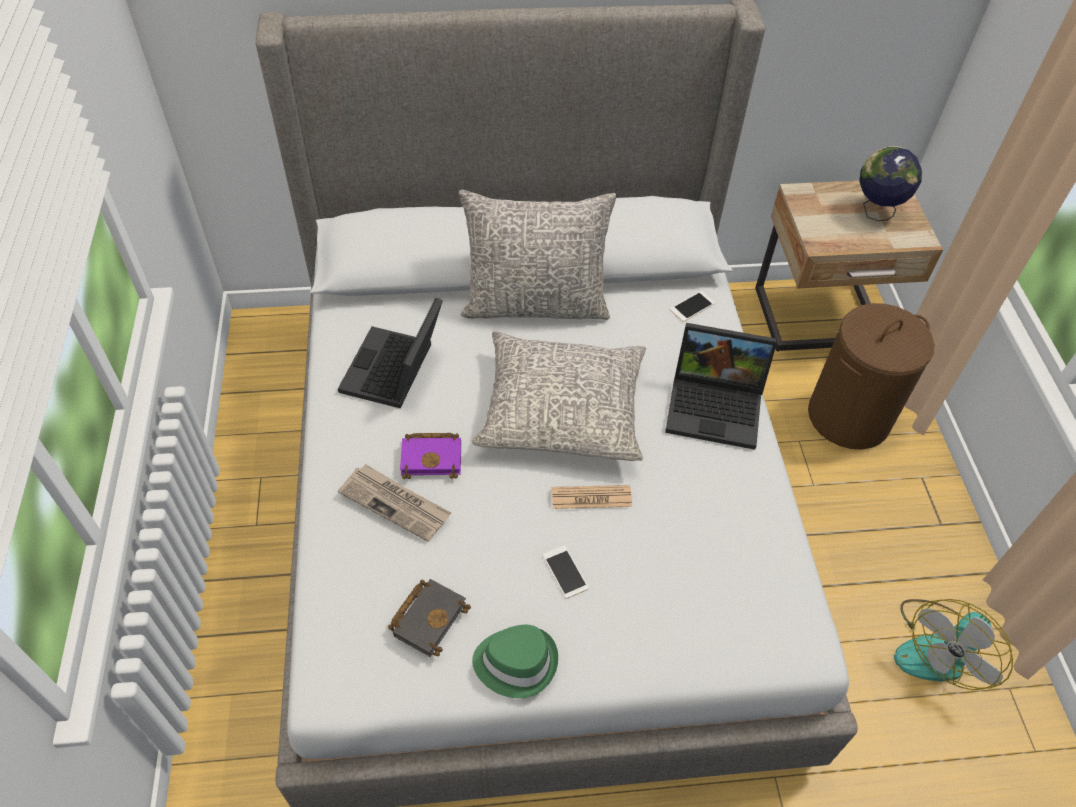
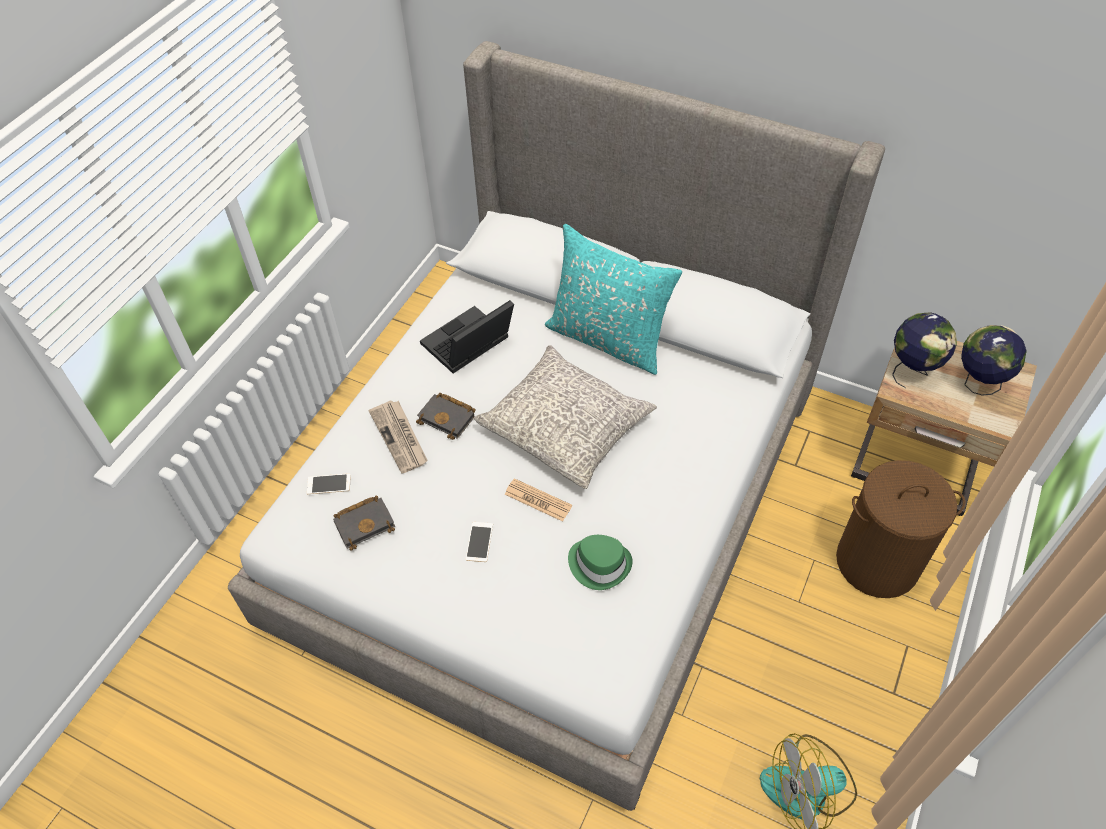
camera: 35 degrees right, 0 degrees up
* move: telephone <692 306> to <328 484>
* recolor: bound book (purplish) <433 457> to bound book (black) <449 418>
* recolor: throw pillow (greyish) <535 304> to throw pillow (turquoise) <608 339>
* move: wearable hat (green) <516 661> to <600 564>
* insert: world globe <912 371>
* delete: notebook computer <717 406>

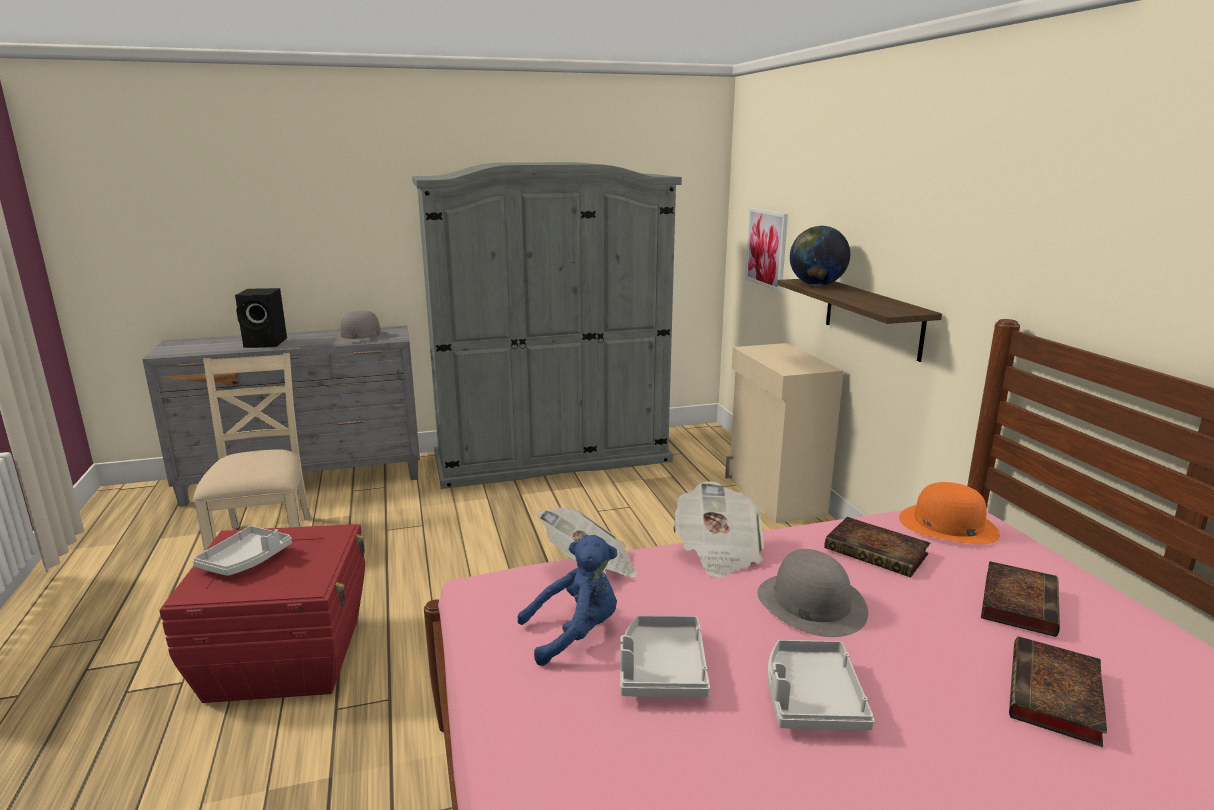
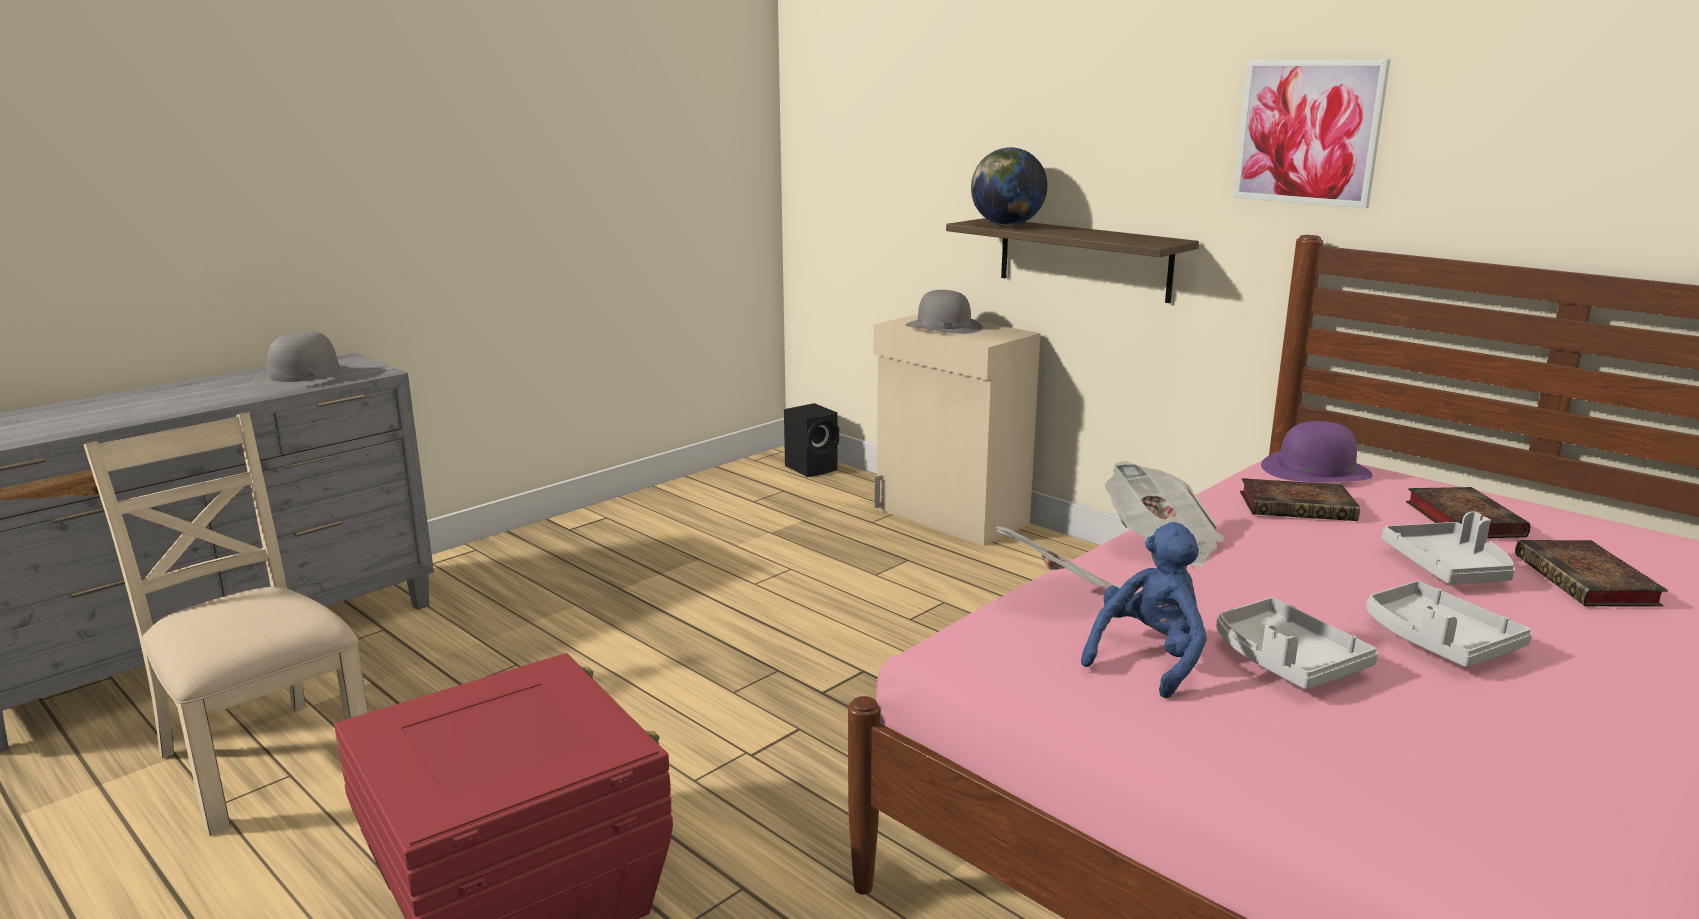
camera: 30 degrees left, 0 degrees up
* move: loudspeaker (black) <267 343> to <813 468>
* move: wearable hat (greyish) <810 603> to <943 326>
* move: wall art <766 248> to <1308 132>
* recolor: wearable hat (orange-coloured) <947 525> to wearable hat (purplish) <1315 470>
* move: tray (greyish) <246 561> to <1449 568>
* delete: armoire (greyish) <552 457>

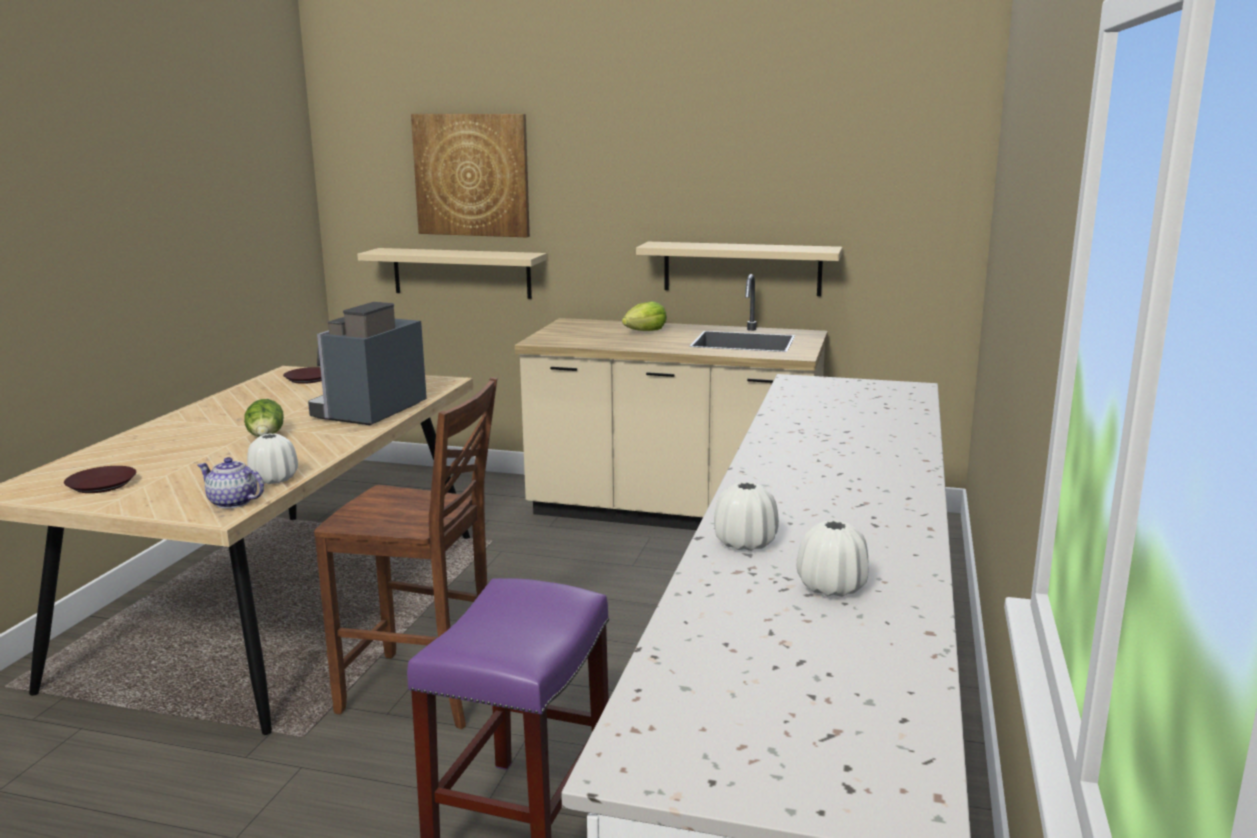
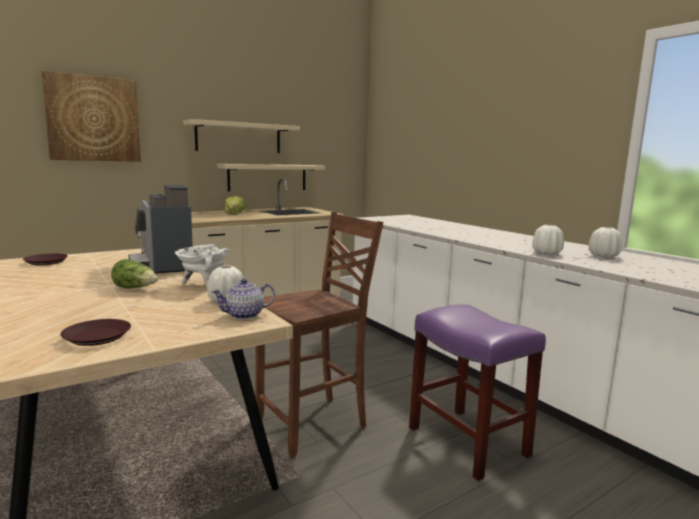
camera: 50 degrees left, 5 degrees down
* insert: stockpot (white-coloured) <203 285>
* move: bracket shelf (beige-coloured) <461 273> to <239 138>

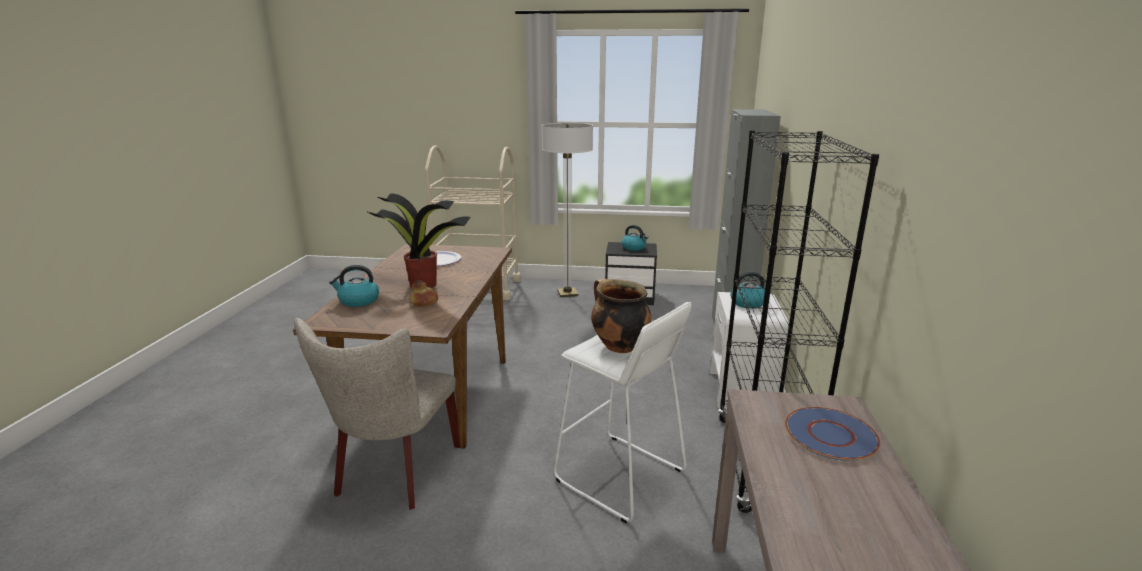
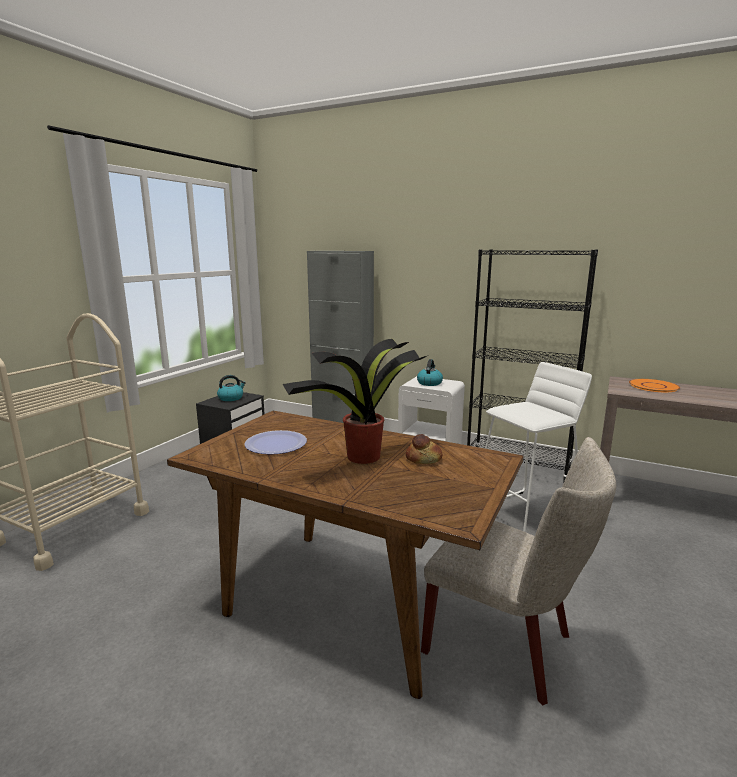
camera: 70 degrees left, 5 degrees down
* recolor: dinner plate (blue) <831 435> to dinner plate (orange-coloured) <653 386>
* delete: kettle <358 301>
* delete: floor lamp <567 293>
* delete: stockpot <618 346>

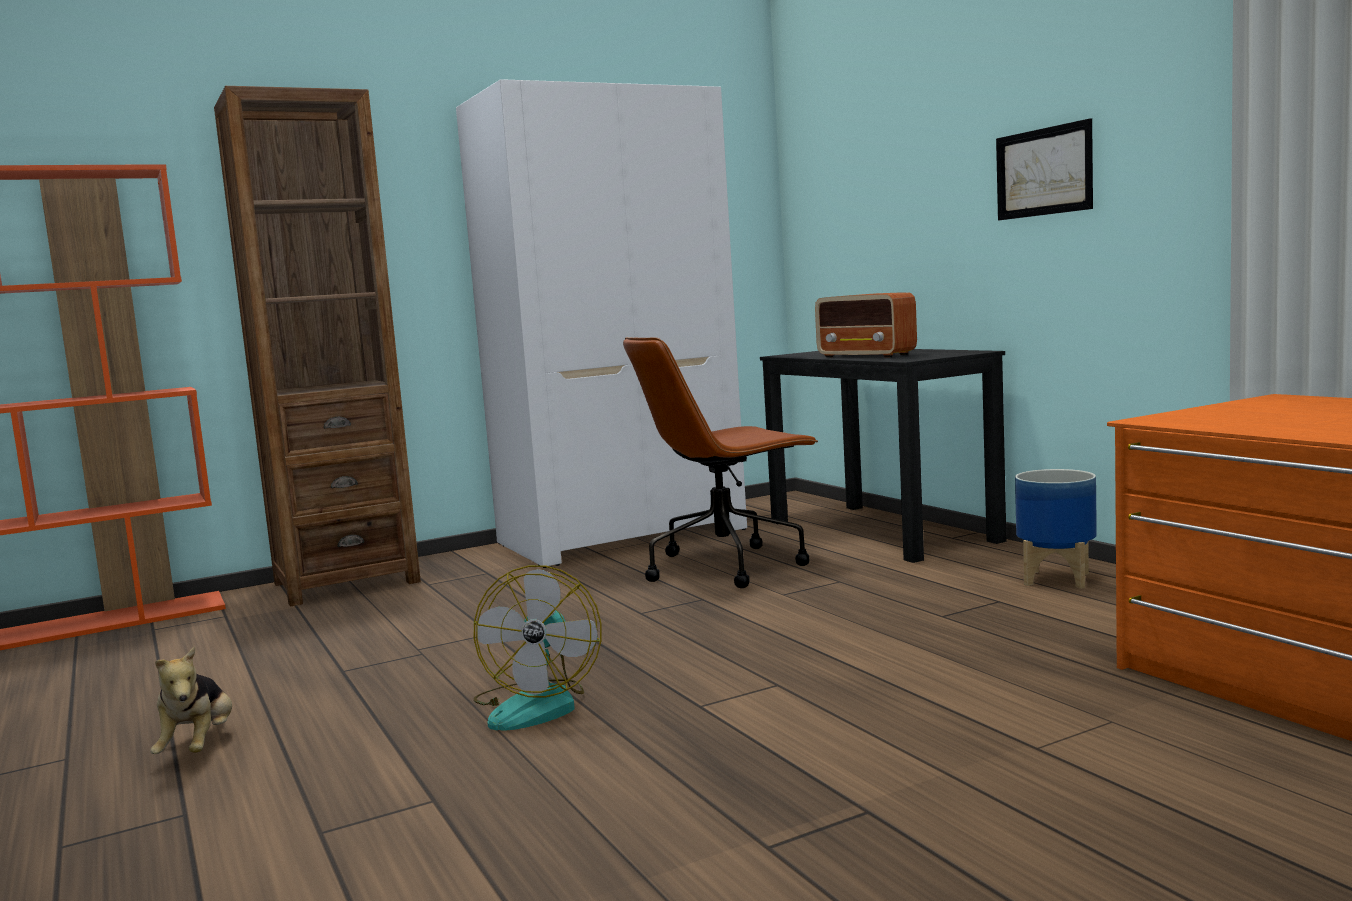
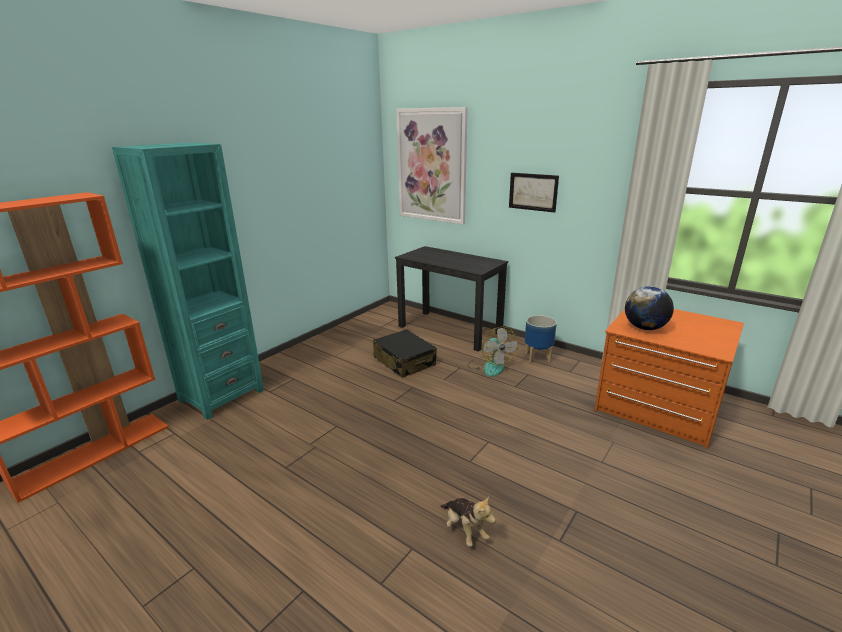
camera: 25 degrees left, 15 degrees up
* recolor: bookcase (brown-coloured) <346 582> to bookcase (turquoise) <221 395>
* replace: office chair (brown-coloured) <726 566> to travel case (black) <404 361>
* insert: wall art <431 166>
* move: plush toy <199 747> to <465 530>
* move: fan <538 704> to <490 366>
* insert: world globe <644 328>
* delete: armoire (white-coloured) <622 536>
* delete: radio <867 356>

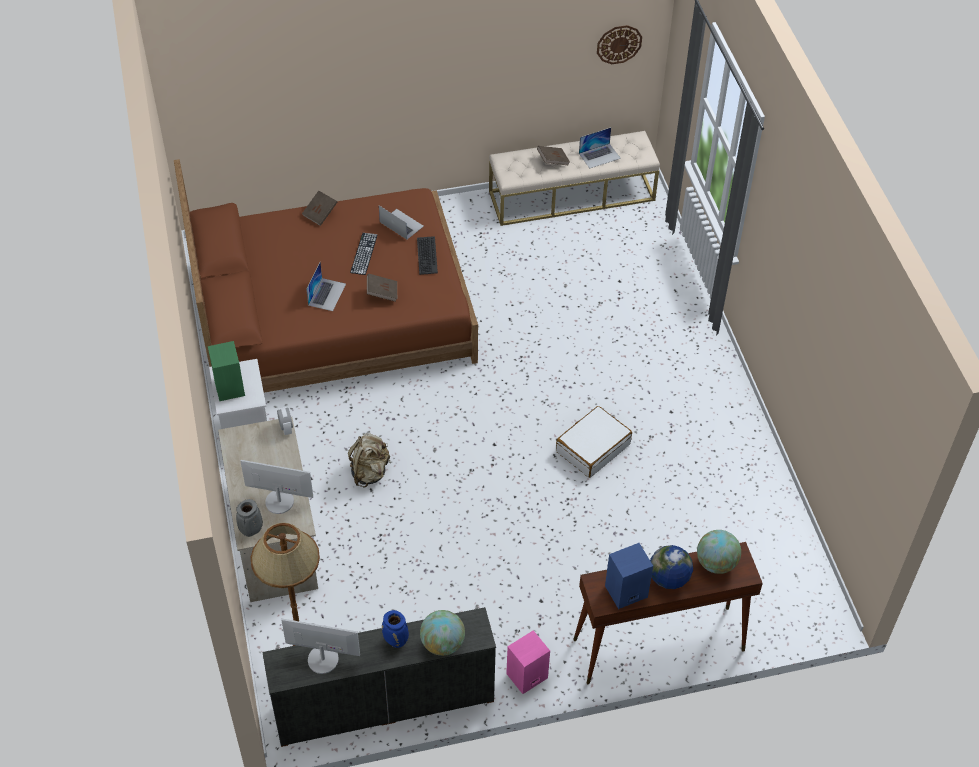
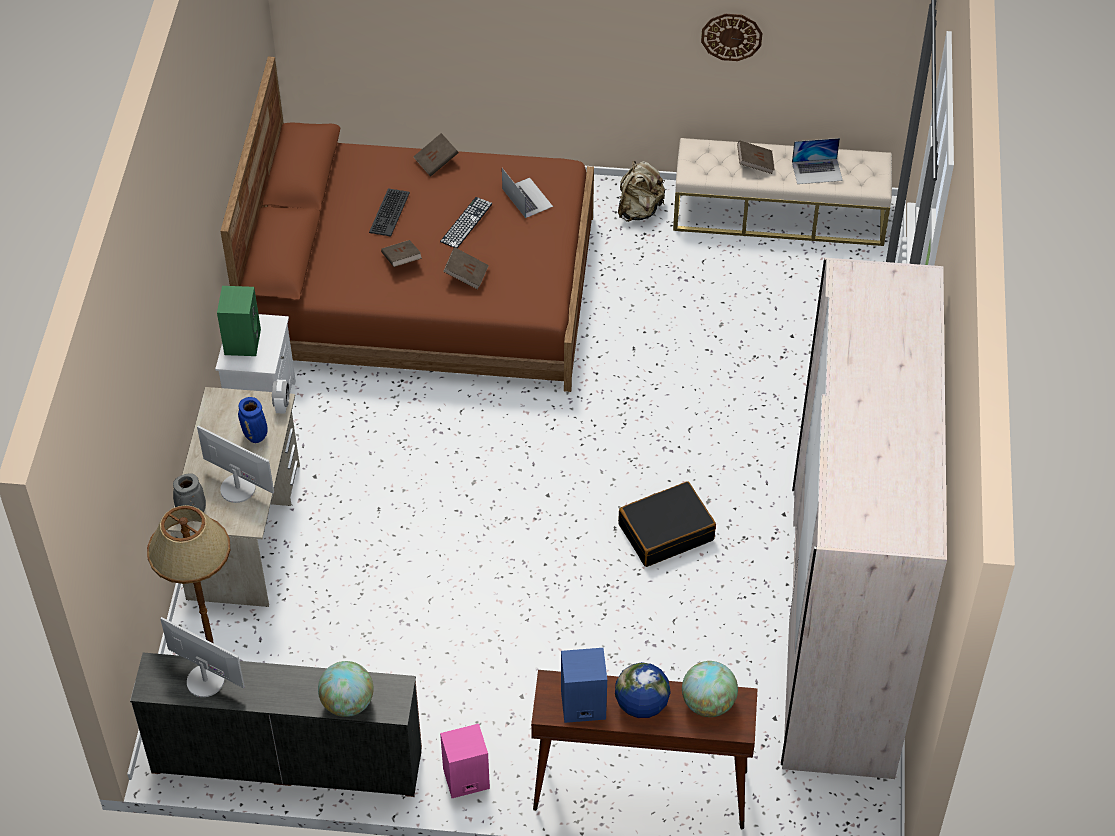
camera: 20 degrees right, 0 degrees up
* move: vase (blue) <396 641> to <256 436>
* move: computer keyboard <426 255> to <389 212>
* replace: notebook computer <327 294> to bound book (brown-coloured) <401 260>
* move: backpack (beige-coloured) <369 472> to <639 210>
* recolor: travel case (white-coloured) <592 448> to travel case (black) <666 532>
* move: hanging clock <619 44> to <731 36>
* insert: armoire (beige-coloured) <841 629>

